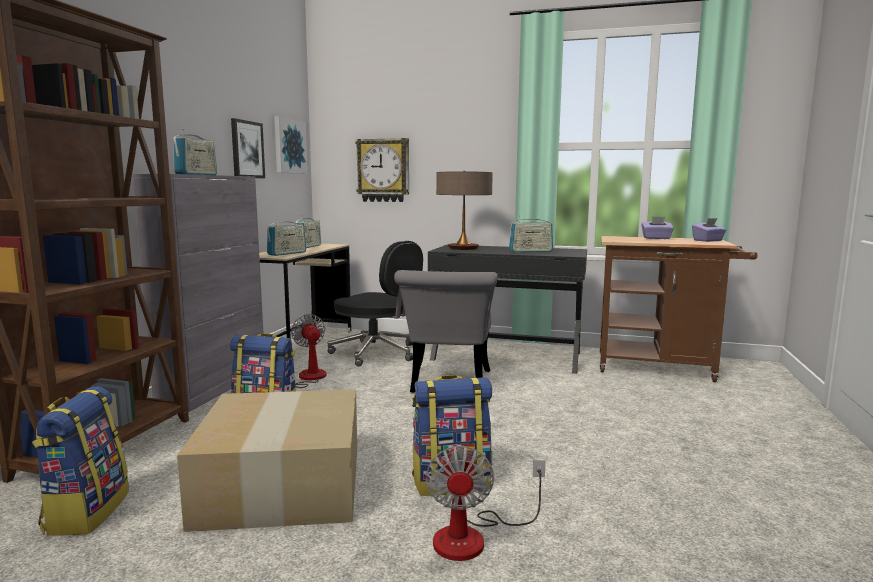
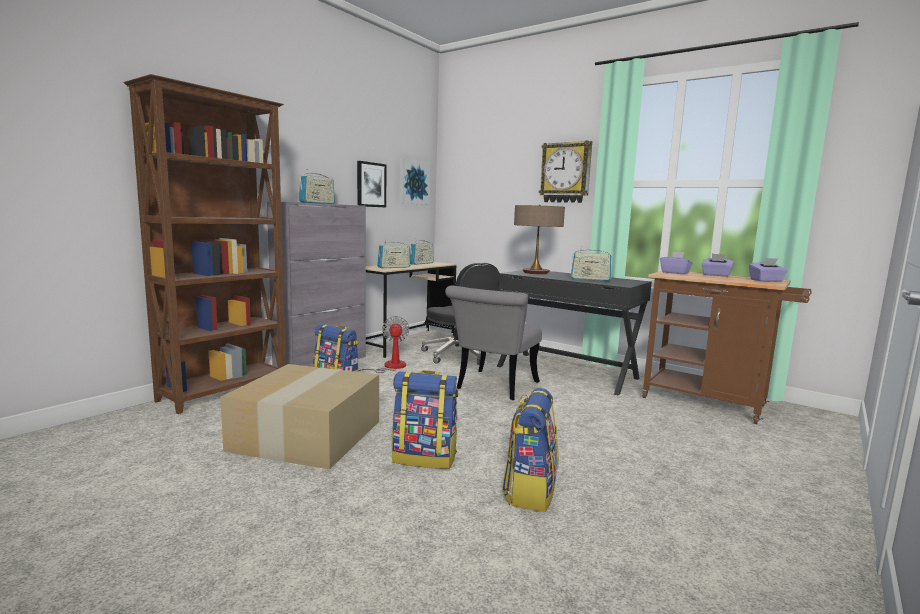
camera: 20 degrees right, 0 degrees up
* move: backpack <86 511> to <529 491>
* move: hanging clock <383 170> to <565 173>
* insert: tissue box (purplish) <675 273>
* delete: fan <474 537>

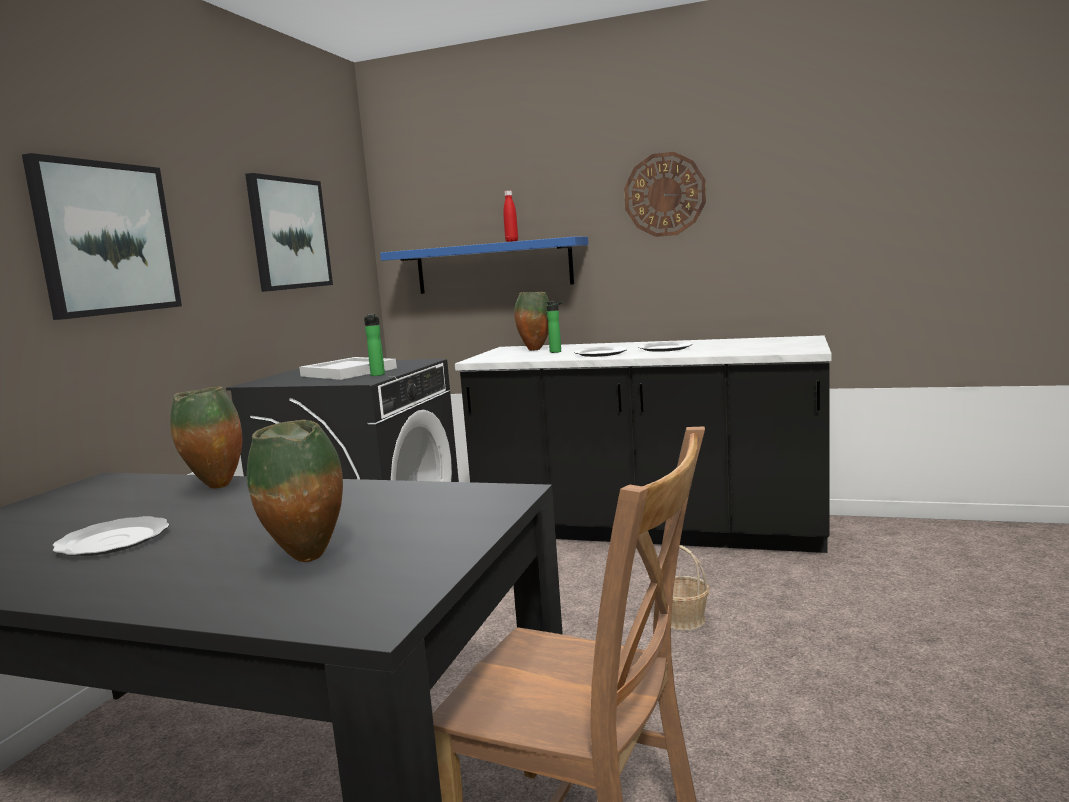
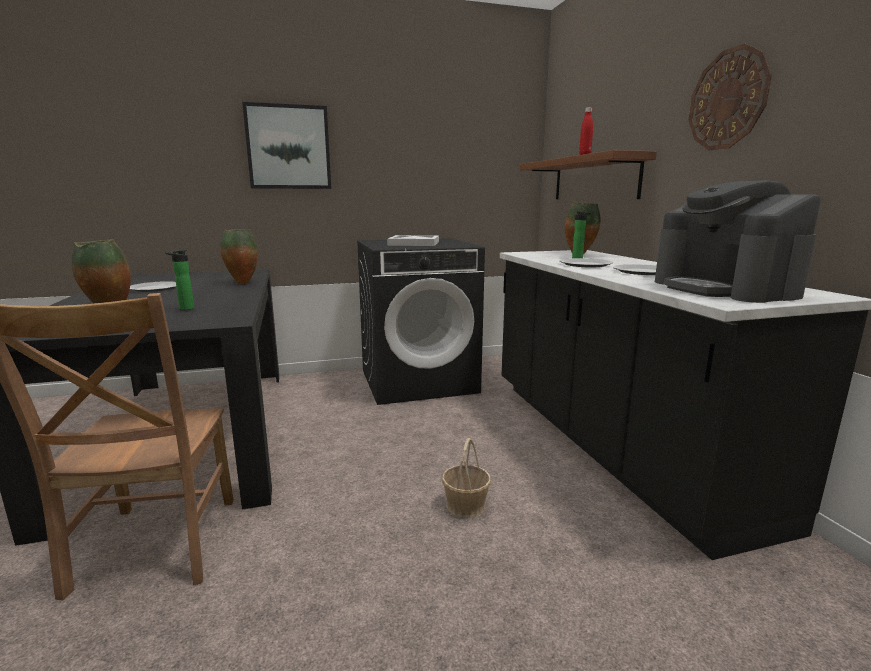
camera: 55 degrees right, 5 degrees up
* move: beverage bottle <377 375> to <184 309>
* recolor: bracket shelf (blue) <493 266> to bracket shelf (brown-coloured) <594 179>
* insert: coffee brewer <724 289>
* delete: wall art <288 234>

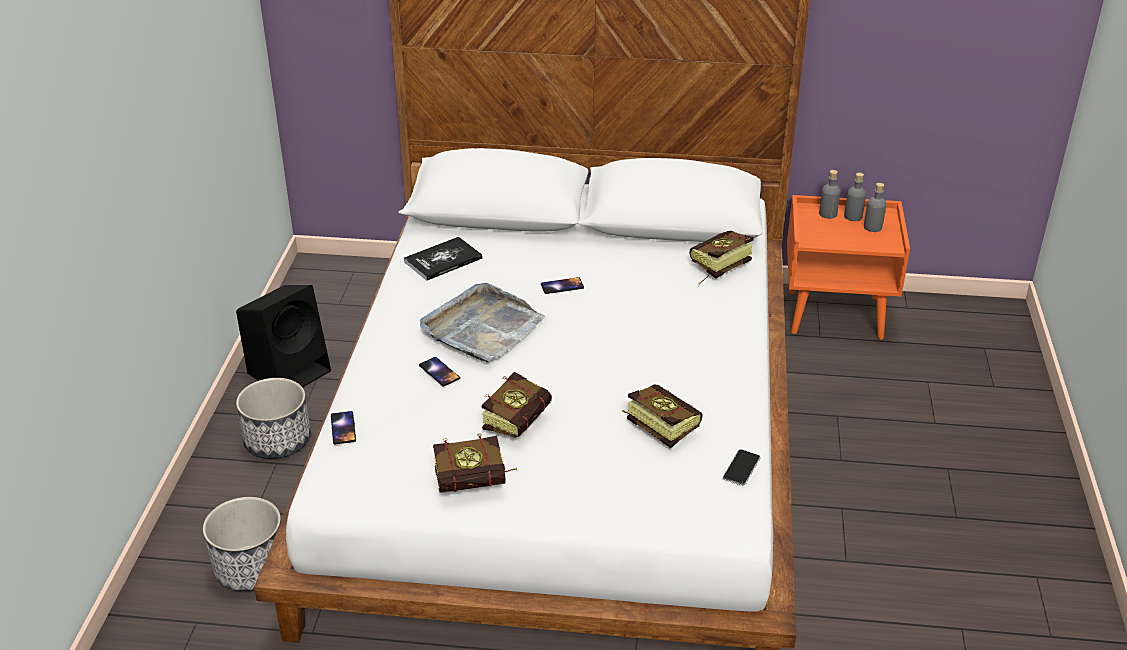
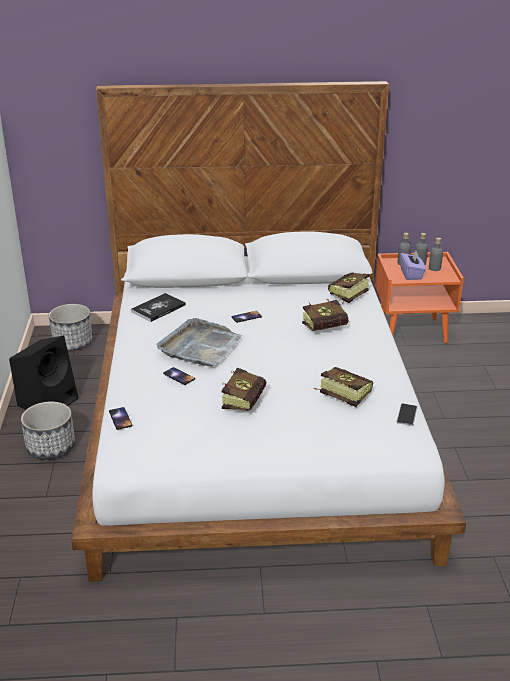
camera: 10 degrees left, 5 degrees down
* move: planter <251 568> to <73 343>
* move: bound book <478 483> to <328 328>
* insert: tissue box (purplish) <411 274>

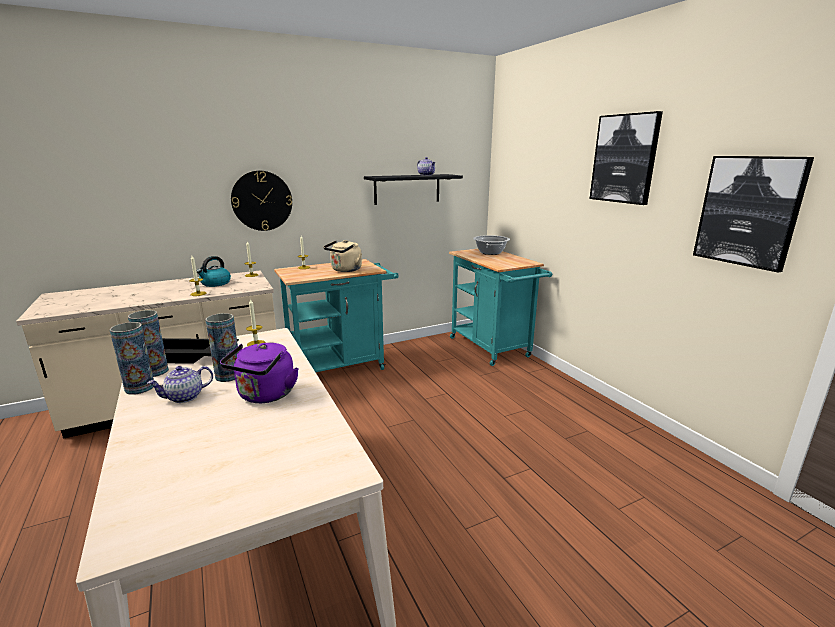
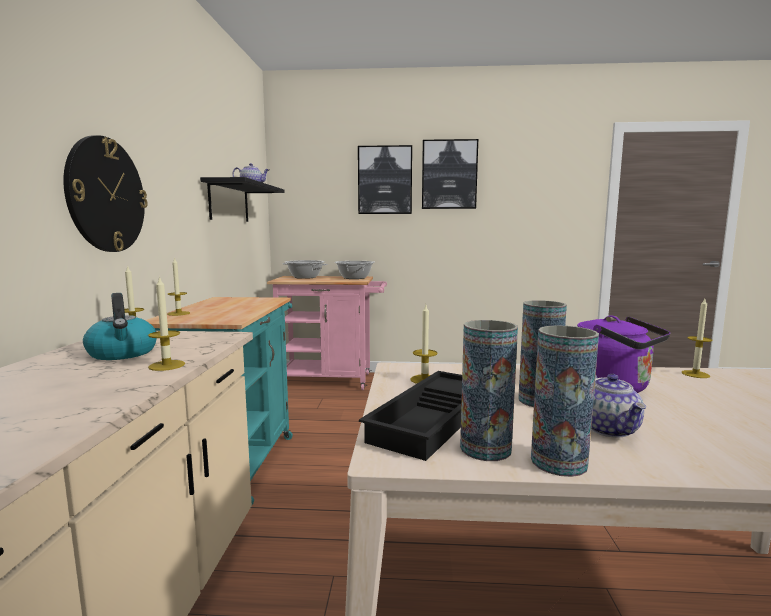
camera: 60 degrees left, 10 degrees down
* recolor: wheeled cart (turquoise) <492 349> to wheeled cart (pink-coloured) <332 381>
* insert: stockpot <355 278>
* move: wall art <748 211> to <385 180>
* insert: wax candle <695 374>
* delete: kettle (beige-coloured) <345 270>

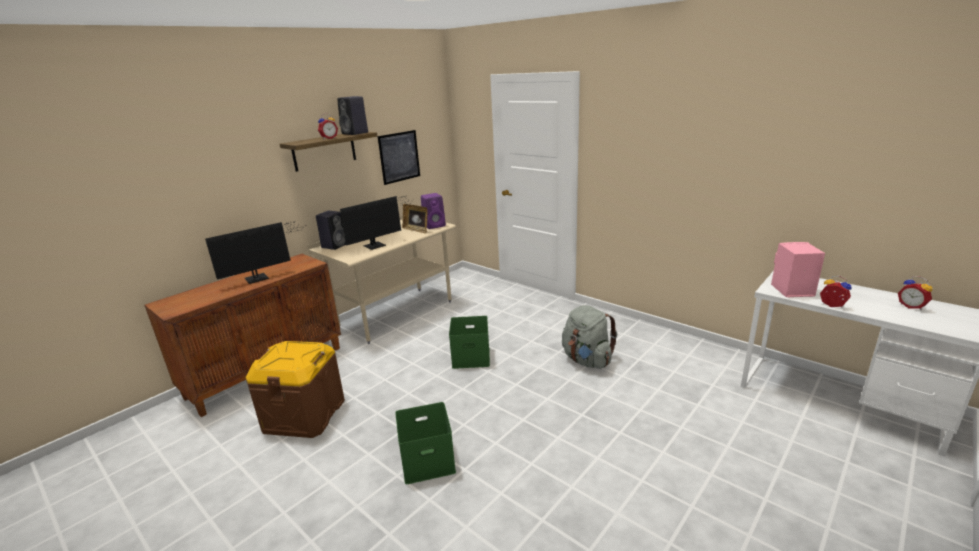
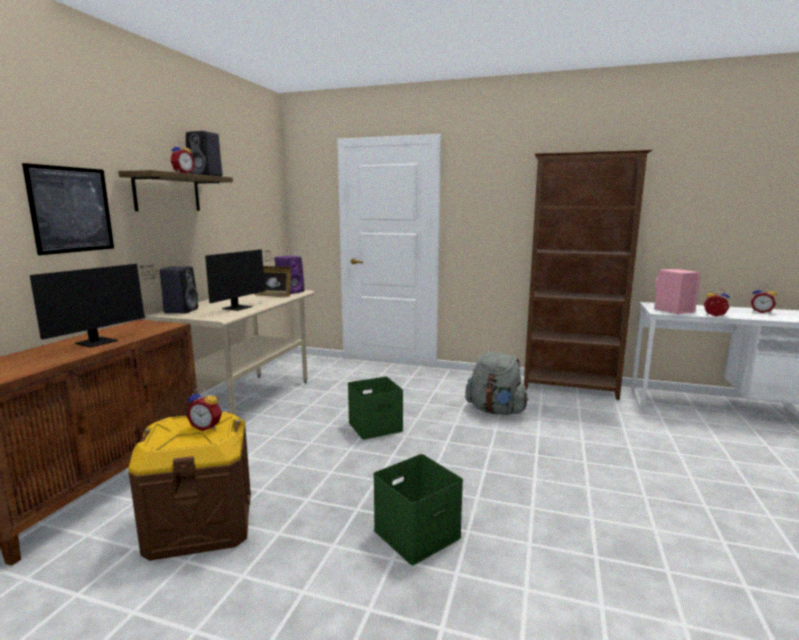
camera: 25 degrees left, 10 degrees down
* move: wall art <399 157> to <71 210>
* insert: bedside clock <207 427>
* insert: bookcase (brown-coloured) <570 388>

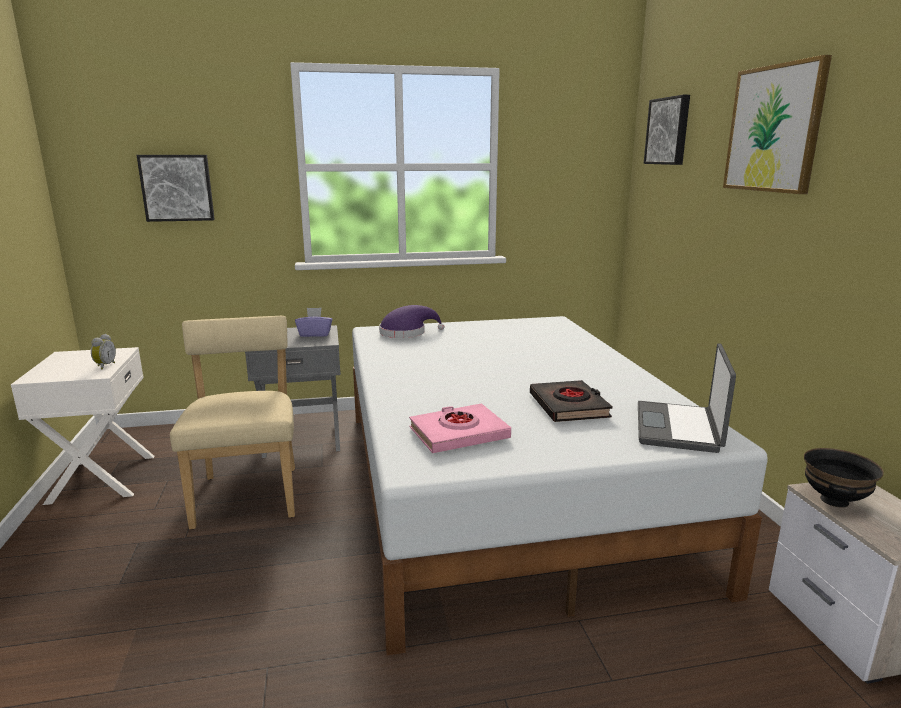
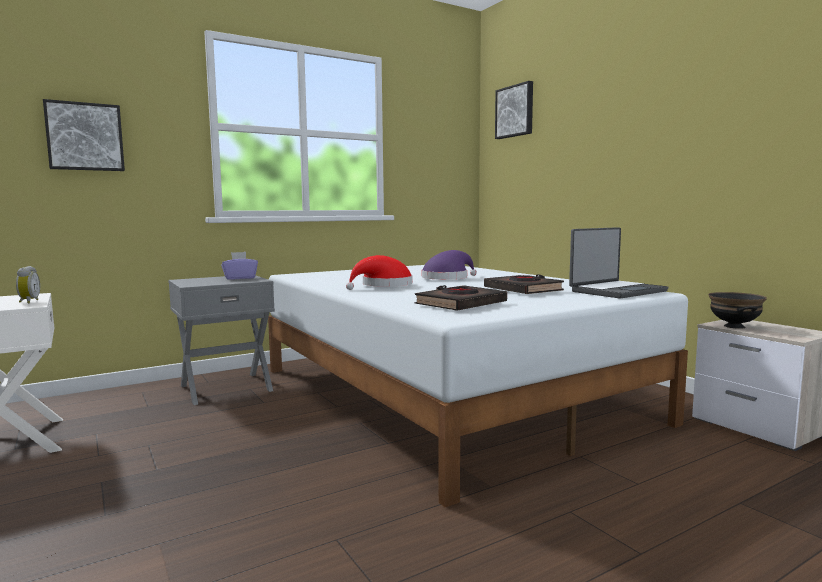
camera: 20 degrees left, 10 degrees down
* insert: wearable hat (red) <383 286>
* recolor: bound book (pink-coloured) <458 434> to bound book (black) <460 304>
* move: wearable hat (purplish) <406 333> to <447 278>
* rotate: notebook computer <679 428> = <616 291> 120 degrees counterclockwise
* delete: upright chair (beige-coloured) <248 493>
* delete: wall art <774 129>

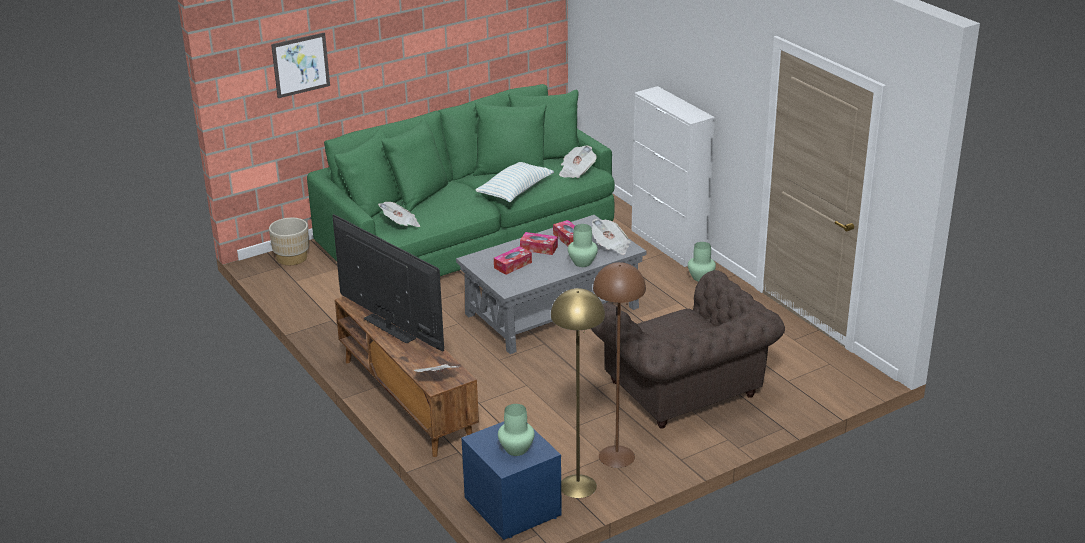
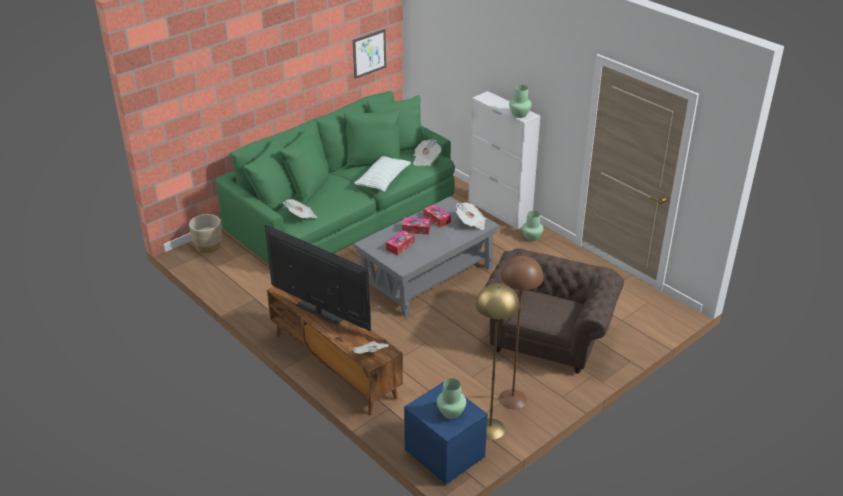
camera: 10 degrees left, 5 degrees up
* move: wall art <300 65> to <369 53>
* rotate: armchair (brown-coloured) <685 392> = <548 337> 120 degrees counterclockwise
* move: vase (green) <583 262> to <519 114>

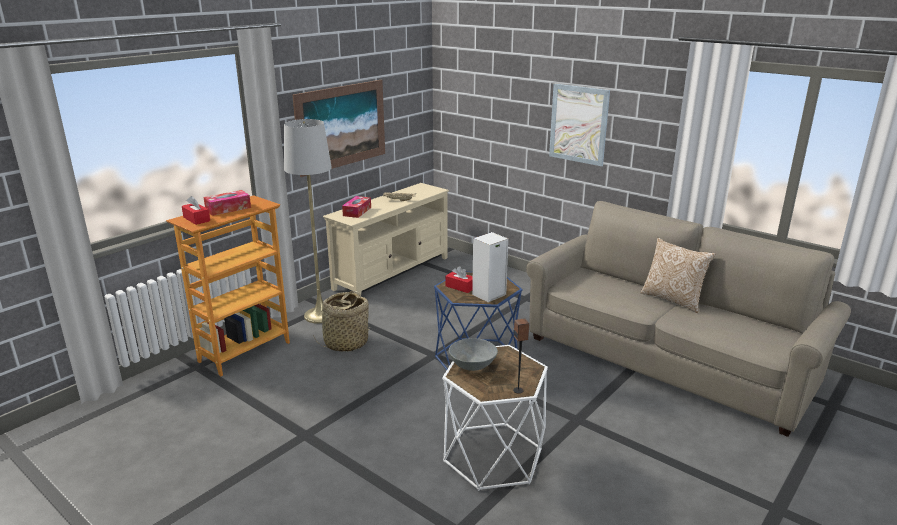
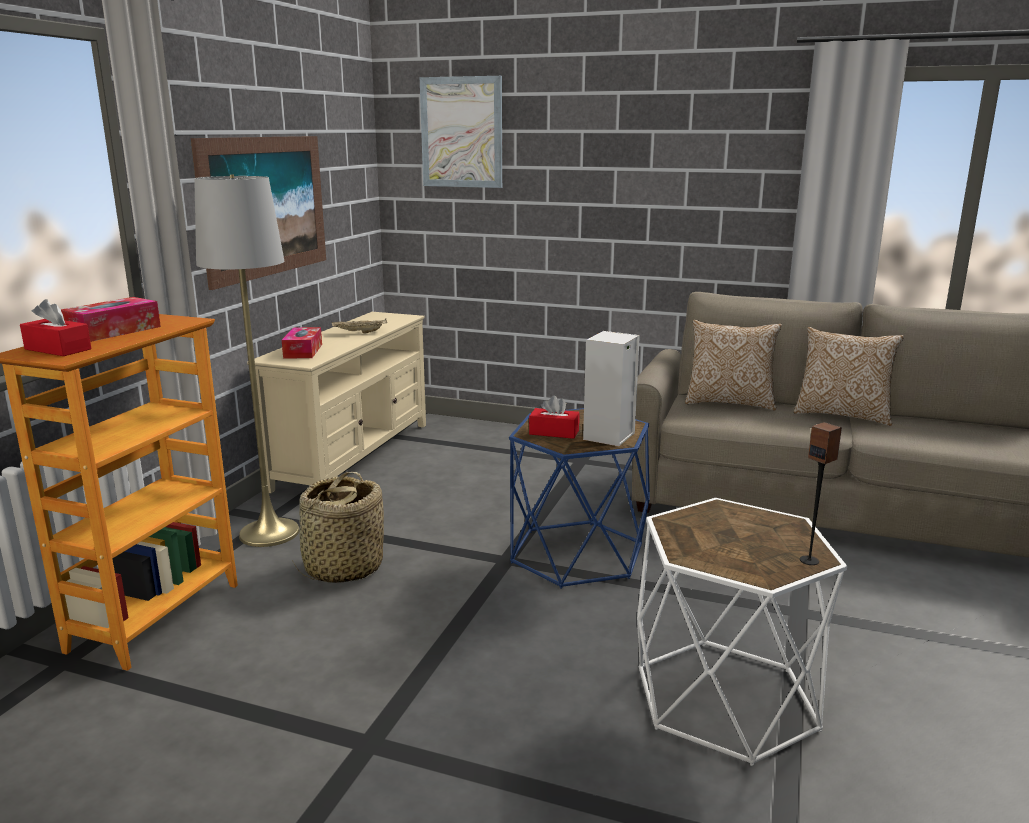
camera: 20 degrees left, 5 degrees down
* move: wall art <578 124> to <461 132>
* insert: throw pillow <729 402>
* delete: deep dish (greyish) <473 365>

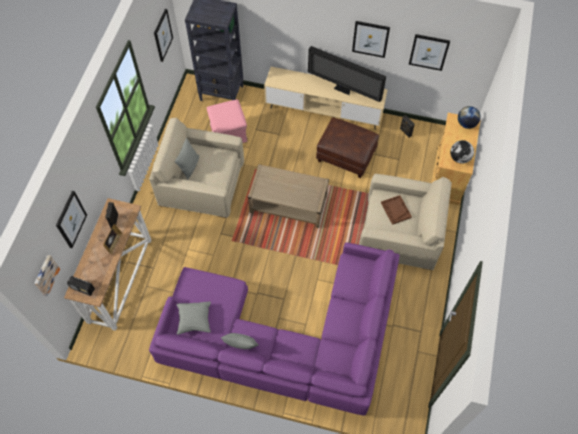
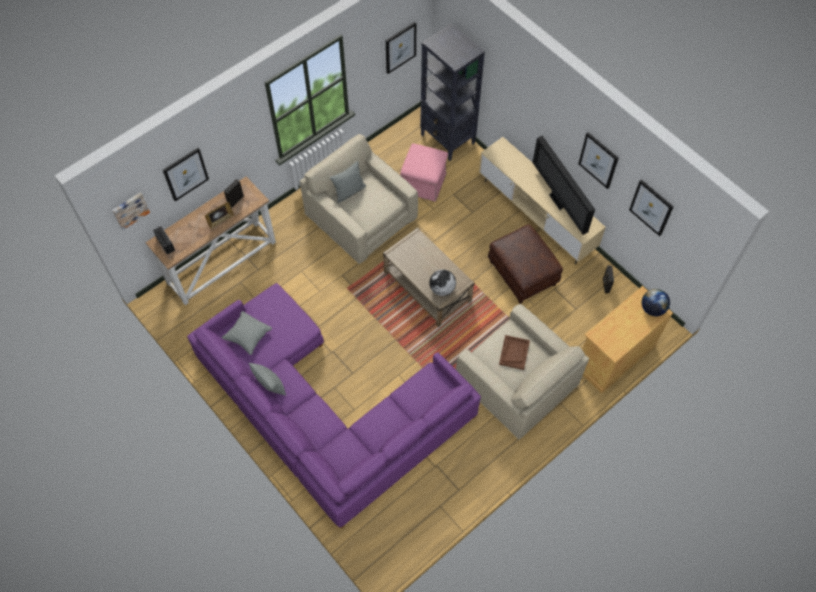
camera: 35 degrees right, 0 degrees up
* move: world globe <459 158> to <442 289>

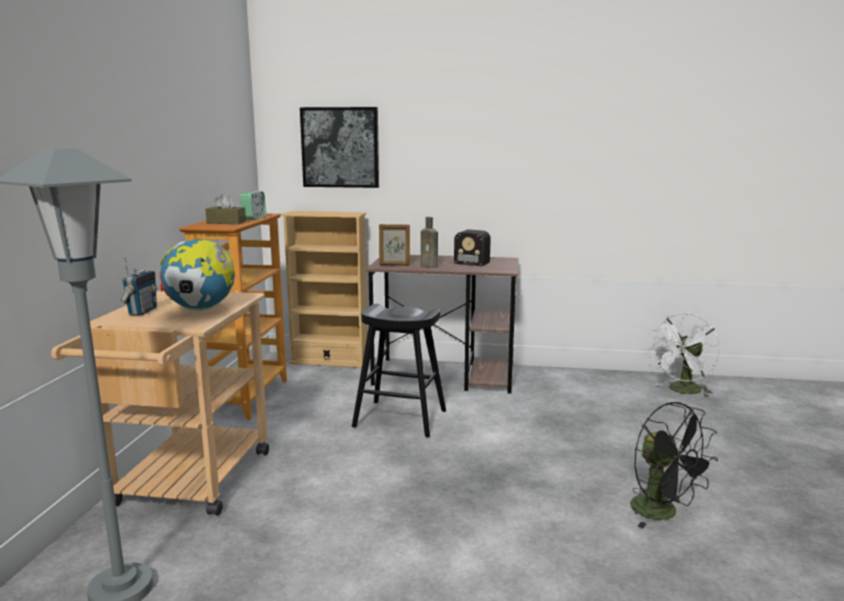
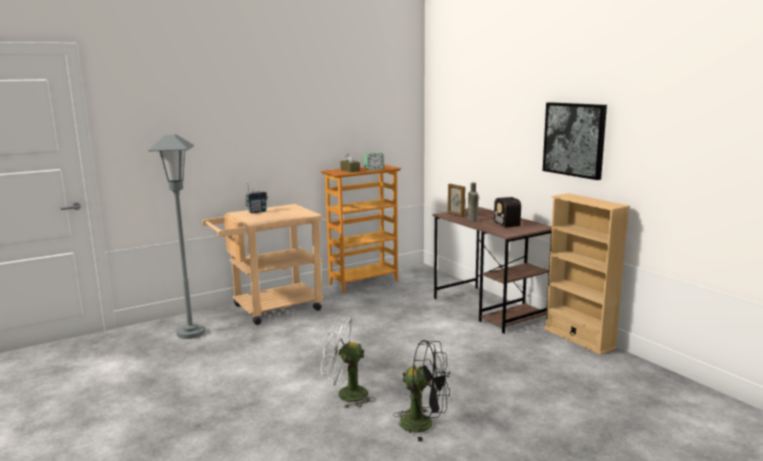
camera: 50 degrees right, 0 degrees up
* move: fan (white-coloured) <682 391> to <345 395>
* rotate: fan (black) <663 513> = <424 424> 90 degrees counterclockwise
* move: wall art <340 147> to <574 139>
* move: bookcase (beige-coloured) <330 361> to <579 338>
* delete: world globe <200 310>
* delete: stool (black) <400 418>

